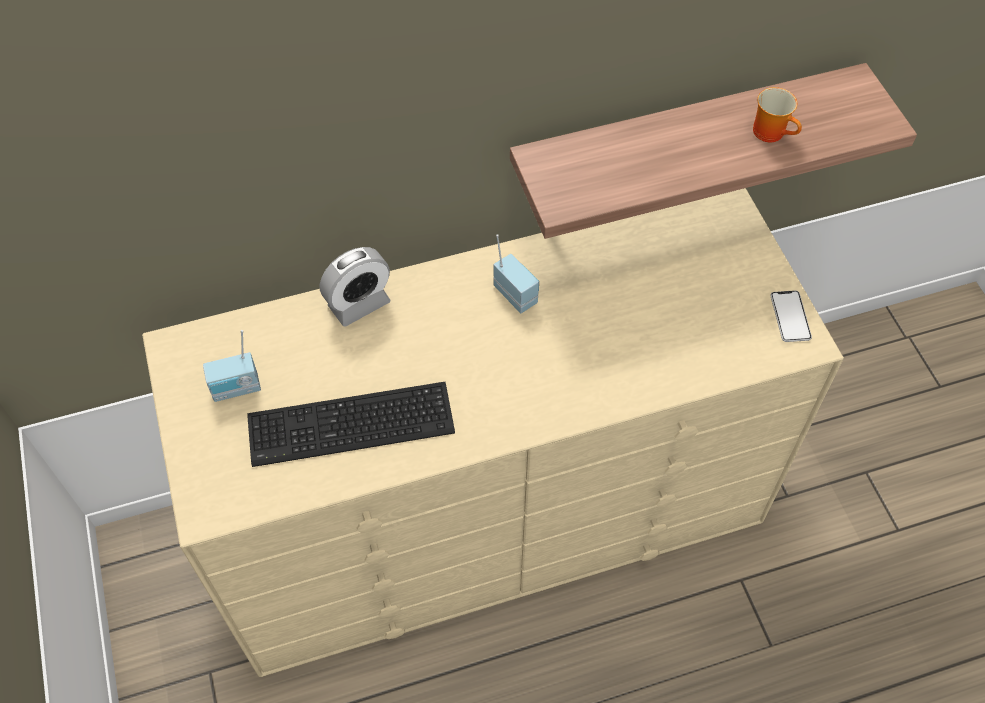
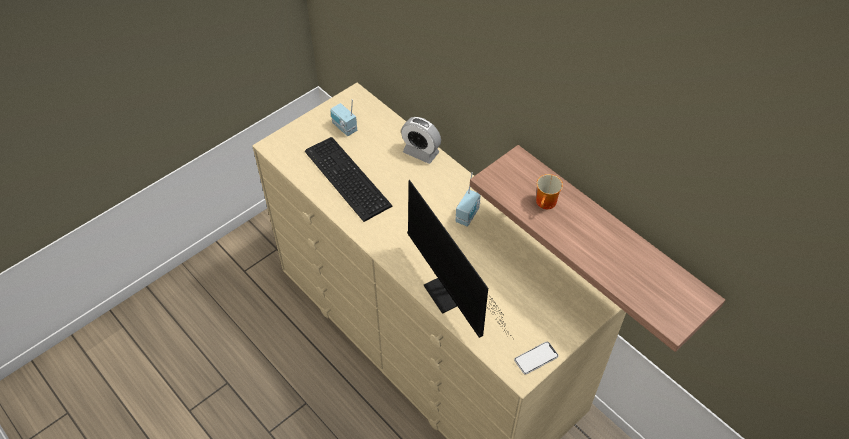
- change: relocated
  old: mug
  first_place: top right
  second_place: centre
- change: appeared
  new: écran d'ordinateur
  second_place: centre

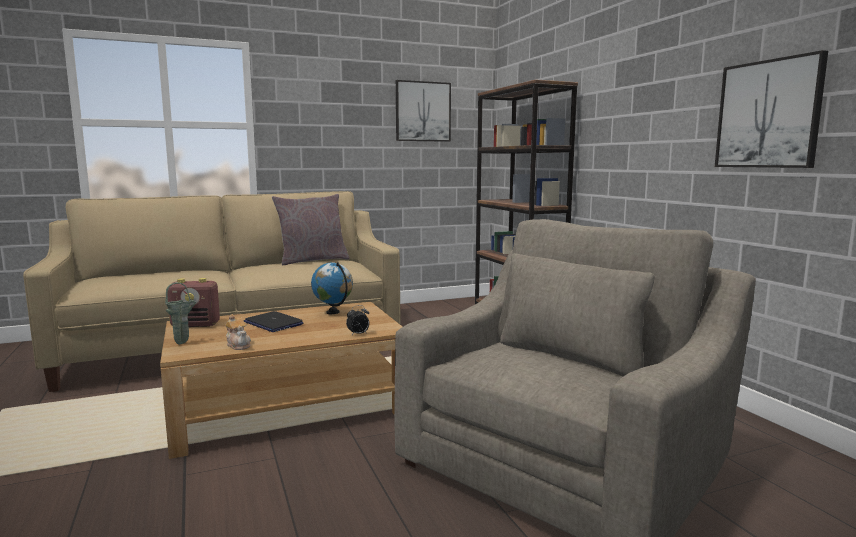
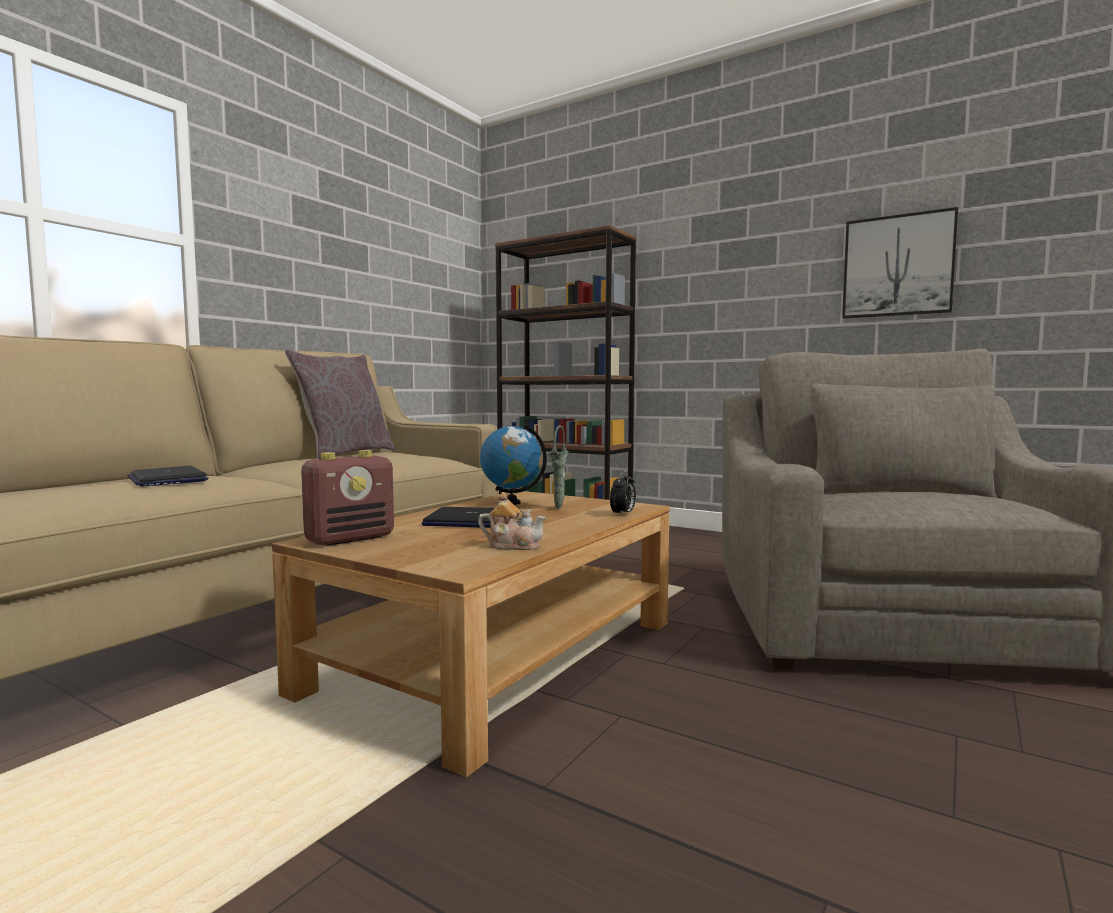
- change: relocated
  old: vase/vert
  first_place: middle left
  second_place: centre
- change: missing
  old: tableau (no. 1 from left)
  first_place: top centre
- change: appeared
  new: ordinateur portable (no. 1 from left)
  second_place: middle left

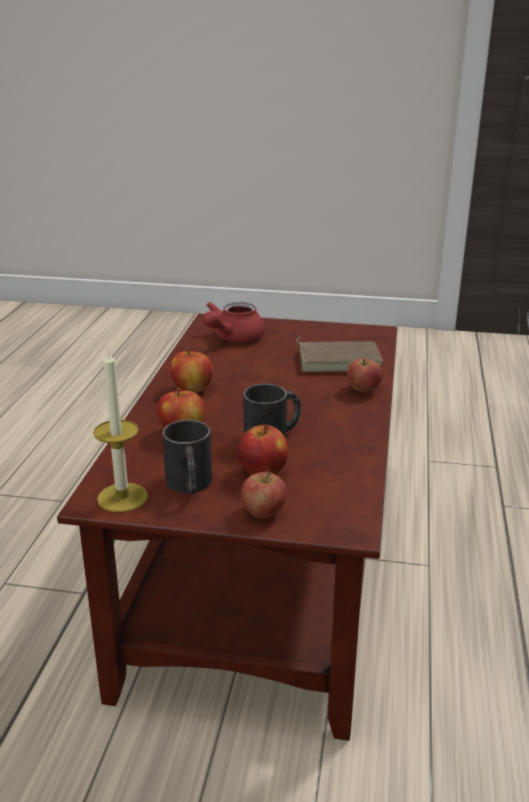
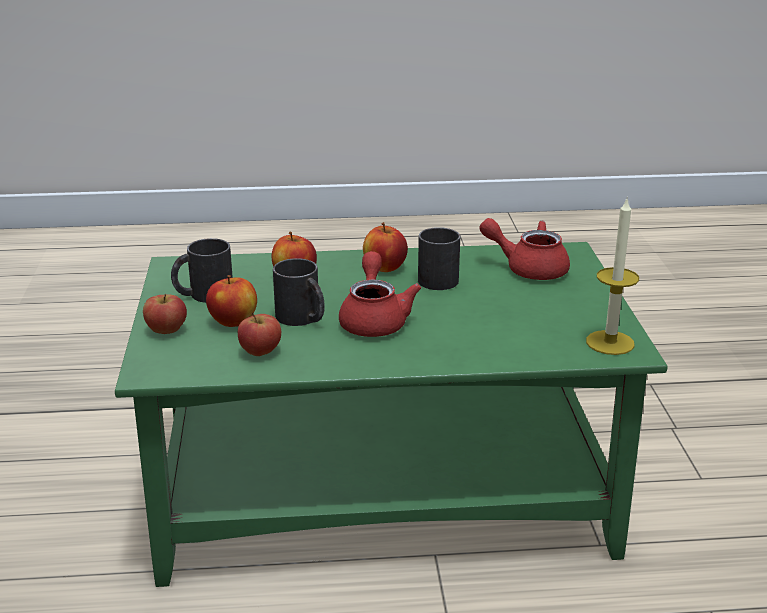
- change: colour
  old: table basse/marron
  new: table basse/vert
  first_place: centre
  second_place: bottom centre
- change: relocated
  old: bougie
  first_place: middle left
  second_place: middle right
- change: missing
  old: livre/marron
  first_place: centre
- change: relocated
  old: pomme (no. 5 from left in the first image)
  new: pomme (no. 3 from left)
  first_place: middle right
  second_place: centre
- change: appeared
  new: théière/rouge (no. 1 from left)
  second_place: centre
- change: appeared
  new: mug/noir (no. 3 from left)
  second_place: centre

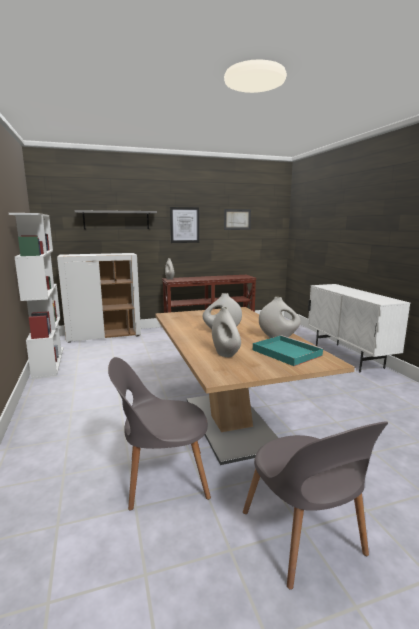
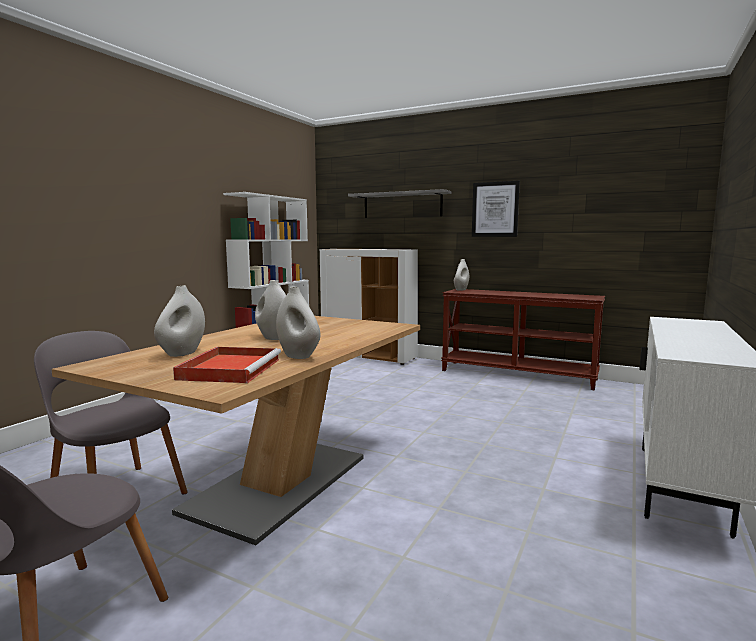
- change: missing
  old: tableau (no. 2 from left)
  first_place: centre
- change: colour
  old: plateau/turquoise
  new: plateau/rouge
  first_place: middle right
  second_place: middle left

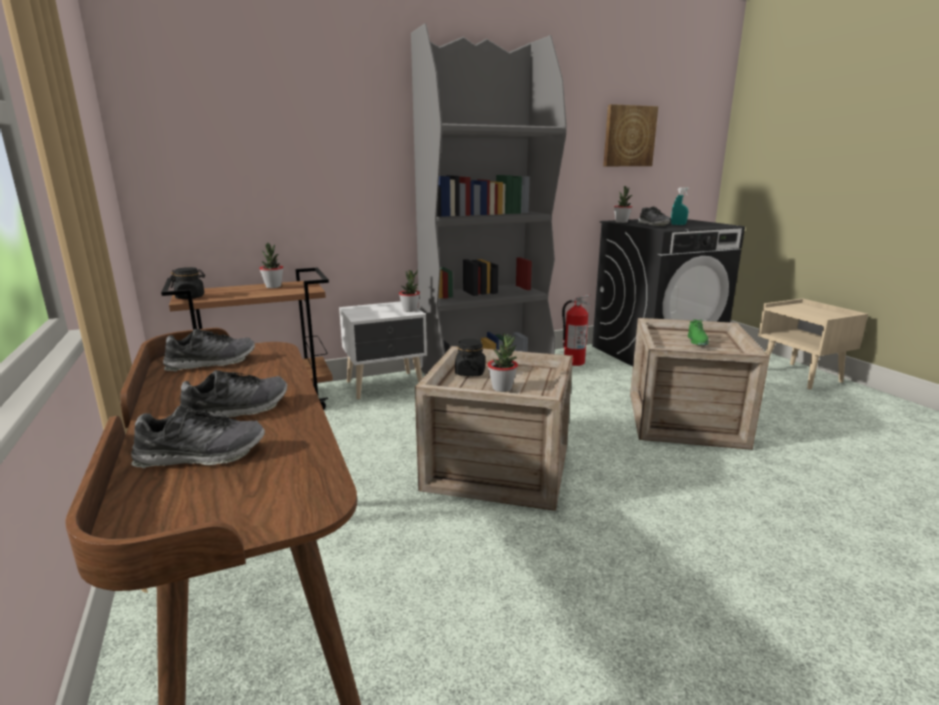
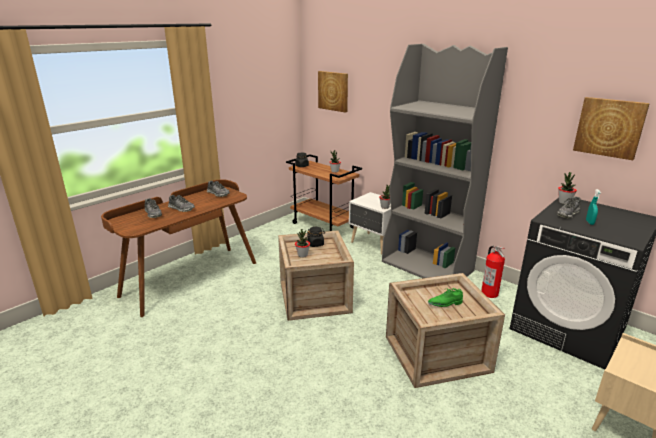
- change: appeared
  new: tableau (no. 1 from left)
  second_place: top centre

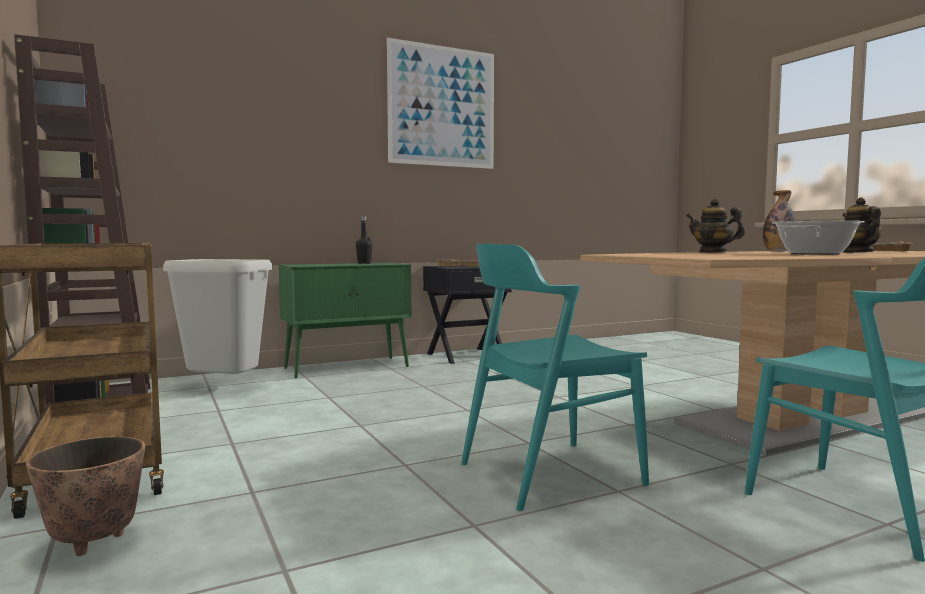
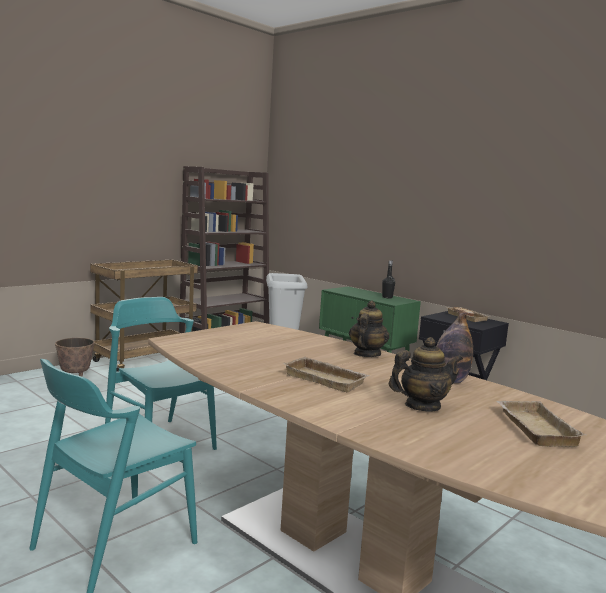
- change: missing
  old: tableau
  first_place: top centre
- change: exchanged
  old: marmite
  new: plateau/beige (no. 1 from left)
  first_place: middle right
  second_place: centre

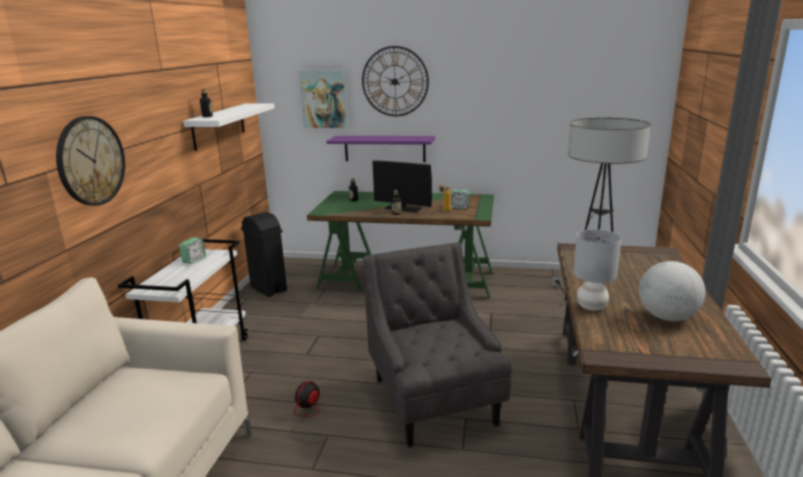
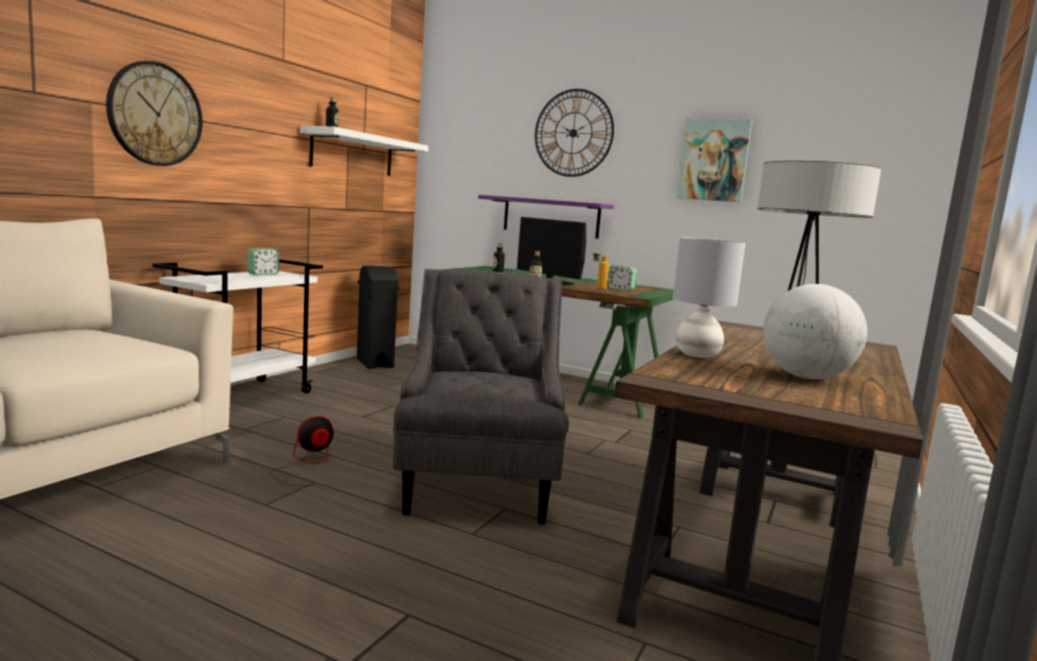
- change: relocated
  old: tableau
  first_place: top centre
  second_place: top right

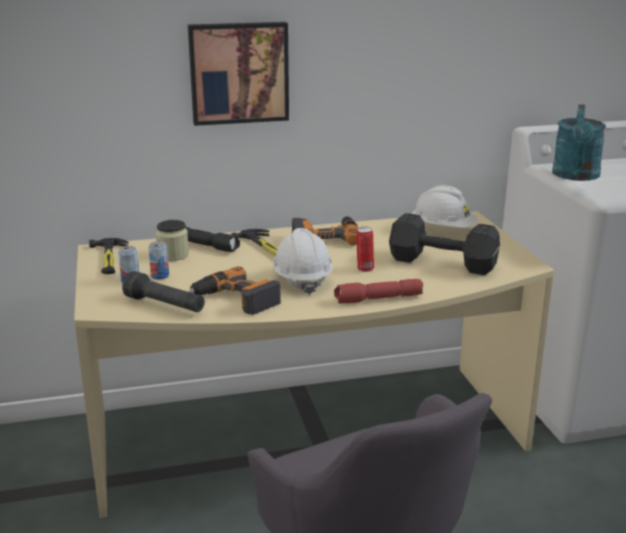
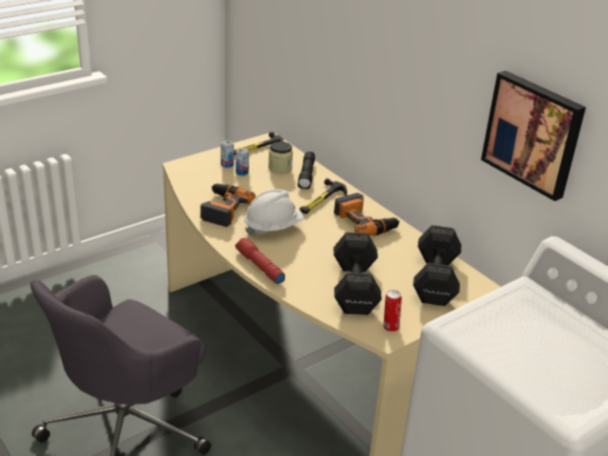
- change: missing
  old: lampe de poche/noir (no. 1 from left)
  first_place: middle left
- change: relocated
  old: tableau
  first_place: top centre
  second_place: top right
- change: relocated
  old: boîte métallique (no. 3 from left)
  first_place: centre
  second_place: bottom centre
- change: exchanged
  old: casque de chantier/blanc (no. 2 from left)
  new: haltère/noir (no. 2 from left)
  first_place: middle right
  second_place: middle right
- change: missing
  old: arrosoir/turquoise
  first_place: top right

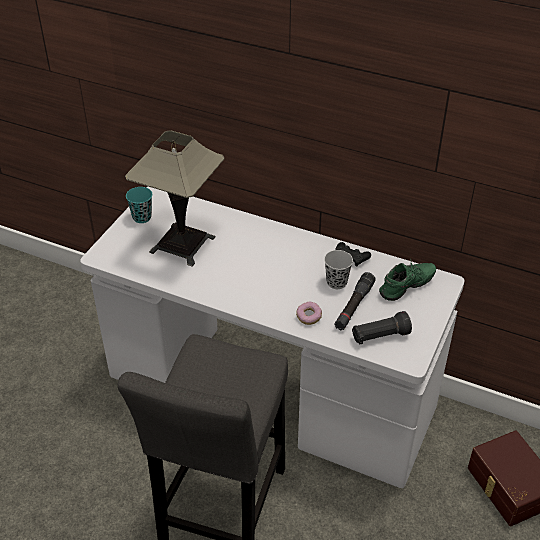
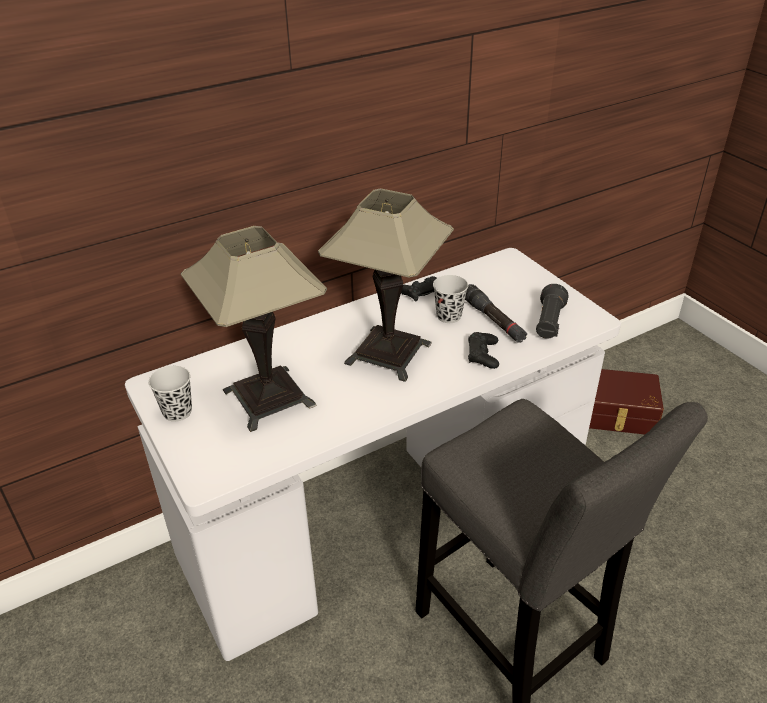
- change: colour
  old: tasse/turquoise
  new: tasse/noir (no. 1 from left)
  first_place: middle left
  second_place: middle left
- change: exchanged
  old: beignet
  new: manette/noir (no. 2 from left)
  first_place: centre
  second_place: centre
- change: missing
  old: chaussure/vert
  first_place: middle right
- change: appeared
  new: lampe de table (no. 2 from left)
  second_place: centre

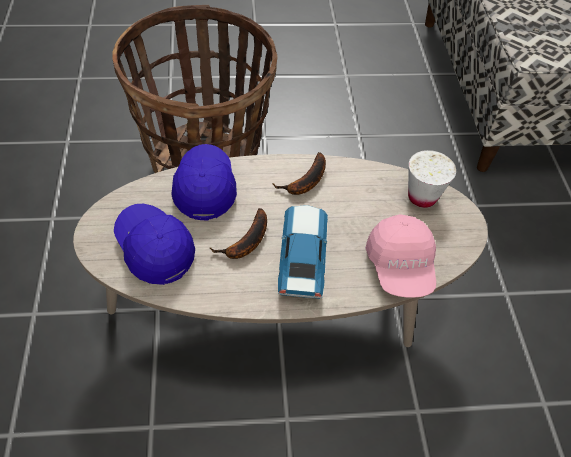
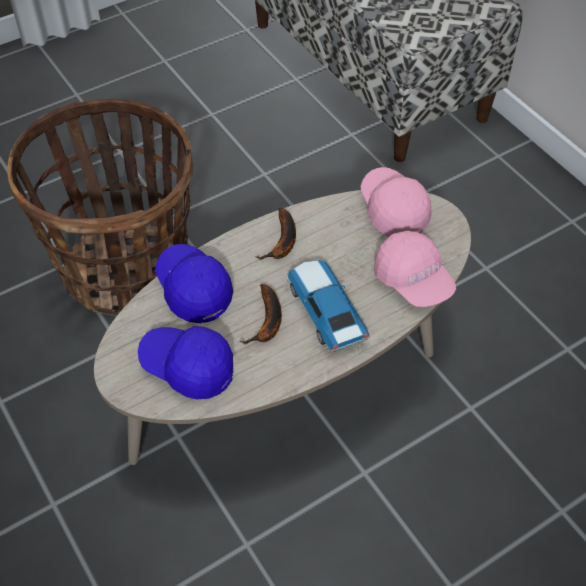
- change: exchanged
  old: tasse/blanc
  new: casquette/rose (no. 1 from left)
  first_place: middle right
  second_place: middle right

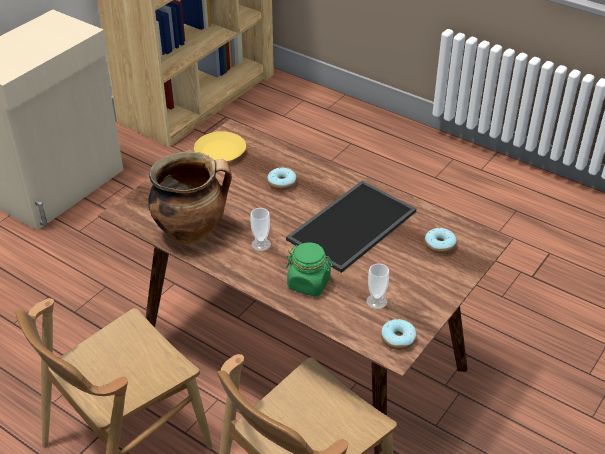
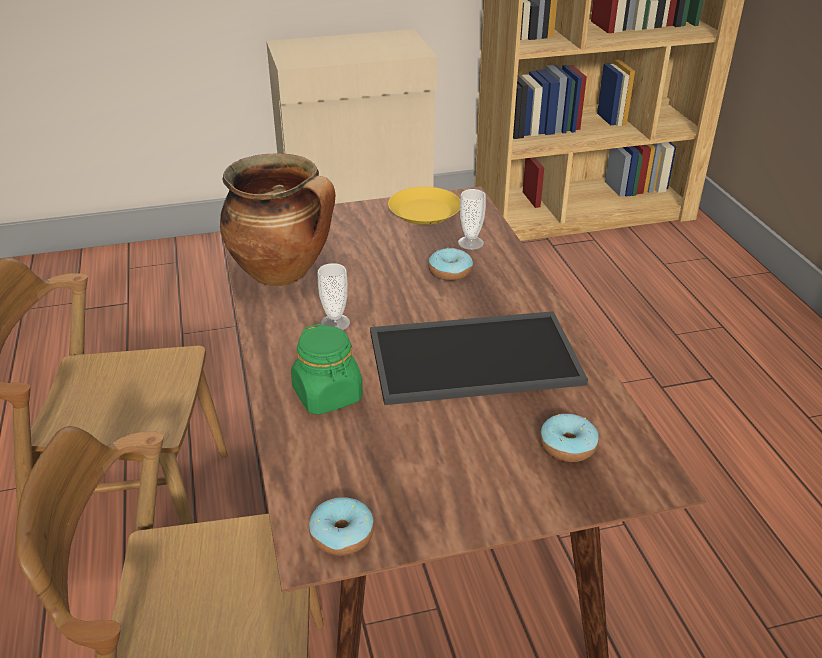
- change: relocated
  old: tasse (no. 2 from left)
  first_place: centre
  second_place: top centre

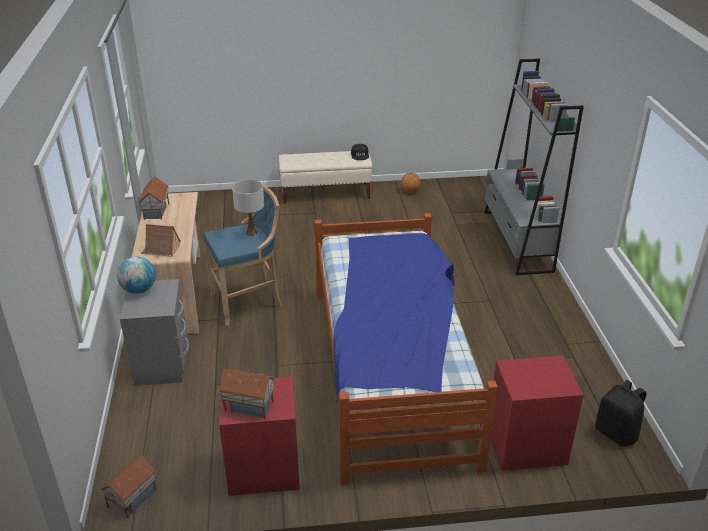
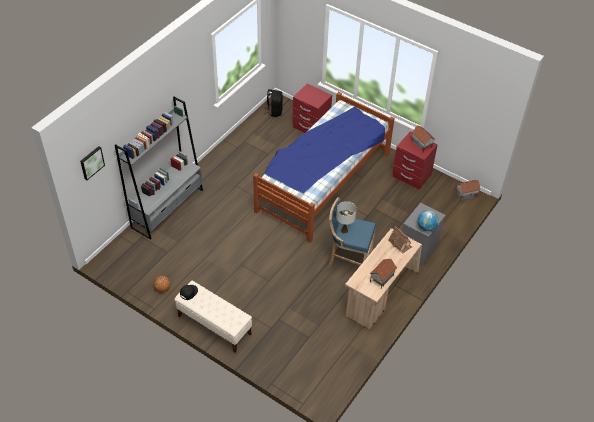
- change: appeared
  new: tableau
  second_place: middle left

